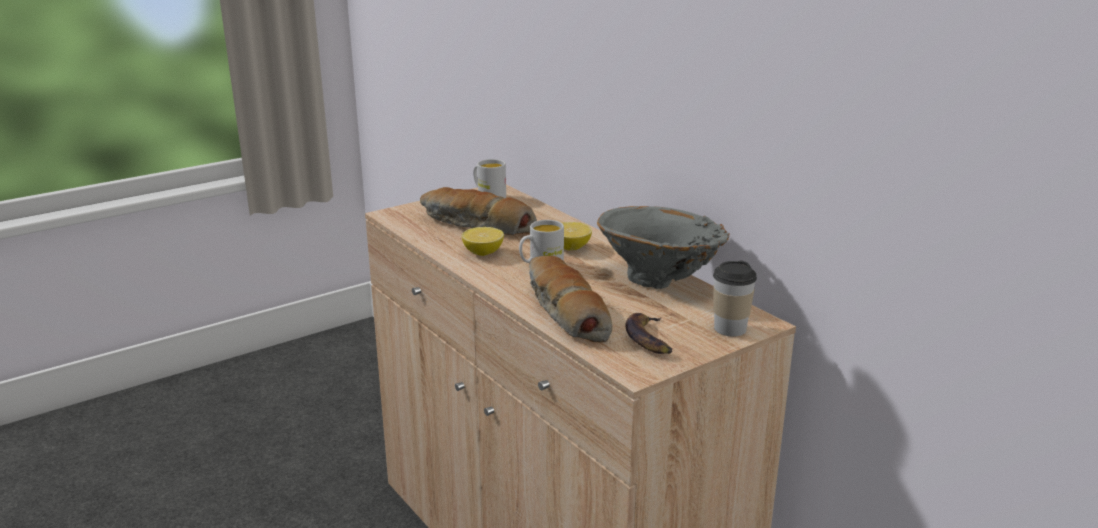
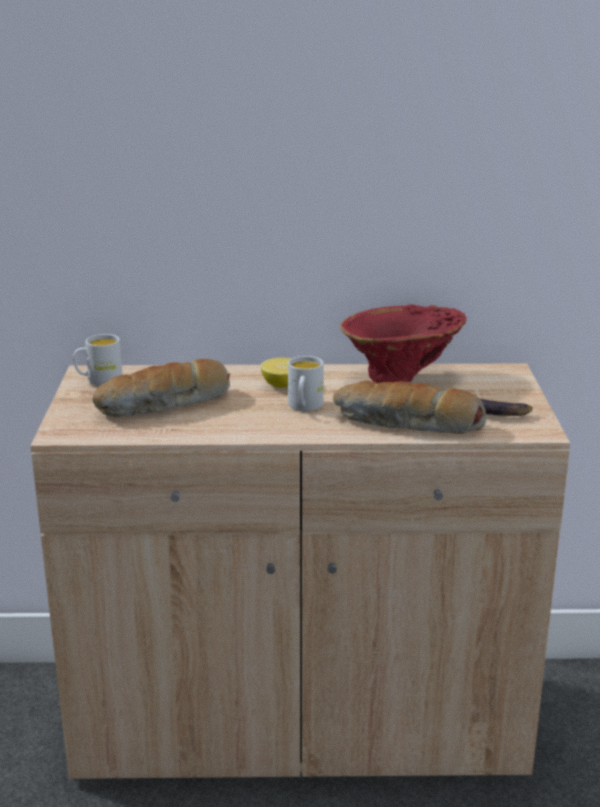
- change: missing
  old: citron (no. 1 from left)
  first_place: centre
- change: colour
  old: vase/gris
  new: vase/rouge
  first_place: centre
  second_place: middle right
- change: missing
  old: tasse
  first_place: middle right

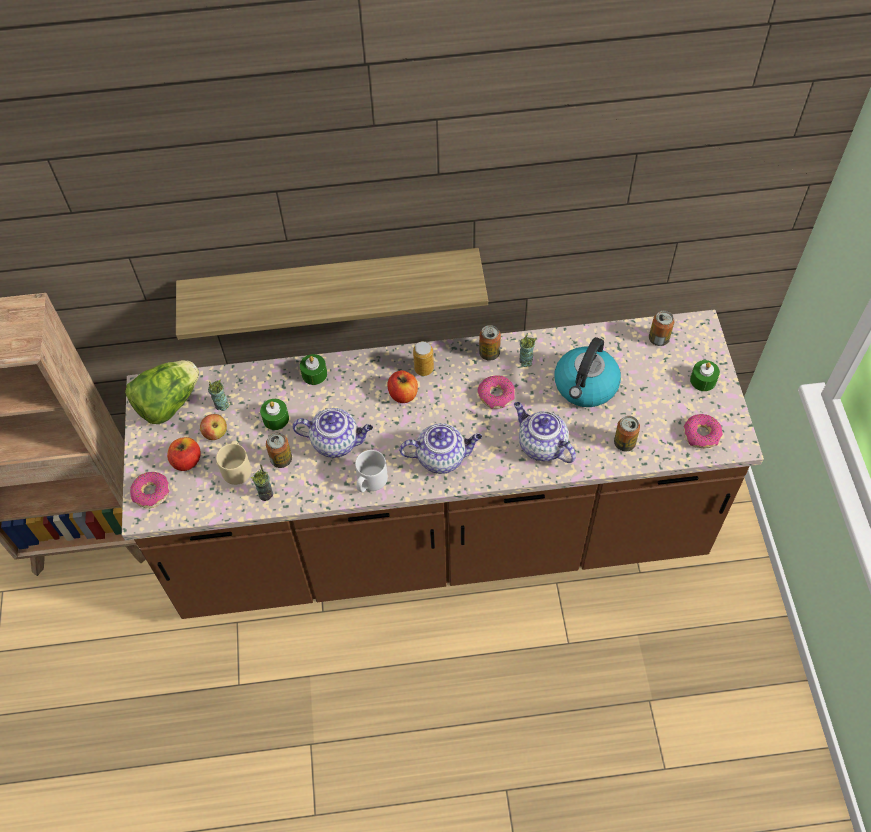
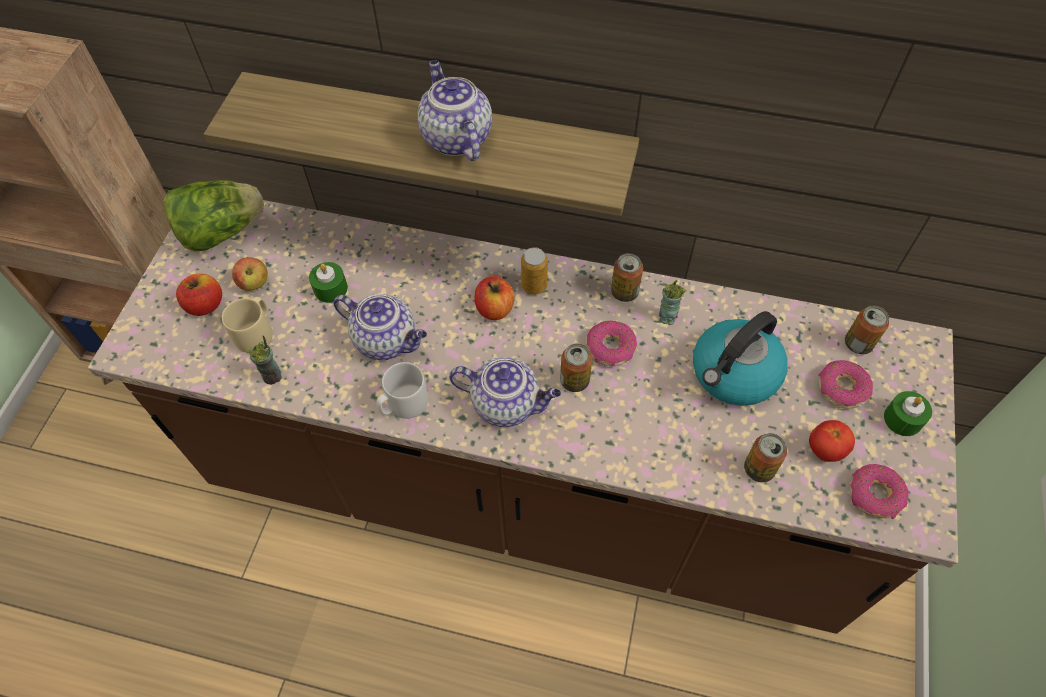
- change: relocated
  old: beignet (no. 1 from left in the first image)
  new: beignet (no. 2 from left)
  first_place: middle left
  second_place: middle right
- change: missing
  old: tasse (no. 1 from left)
  first_place: middle left
- change: relocated
  old: boîte métallique (no. 1 from left in the first image)
  new: boîte métallique (no. 2 from left)
  first_place: middle left
  second_place: centre
- change: missing
  old: bougie/vert (no. 2 from left)
  first_place: centre
- change: relocated
  old: théière (no. 3 from left in the first image)
  new: théière (no. 2 from left)
  first_place: centre
  second_place: top centre
- change: appeared
  new: tomate
  second_place: middle right

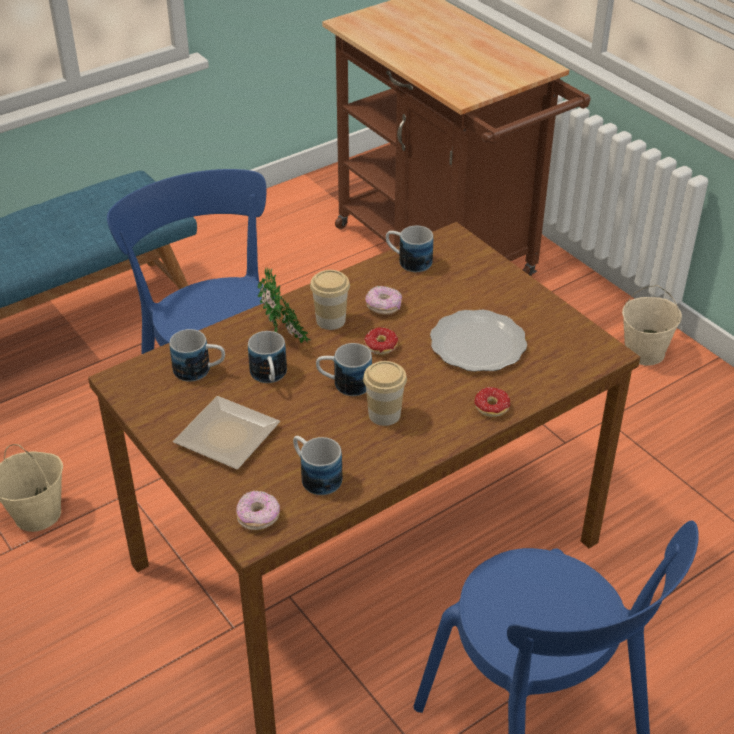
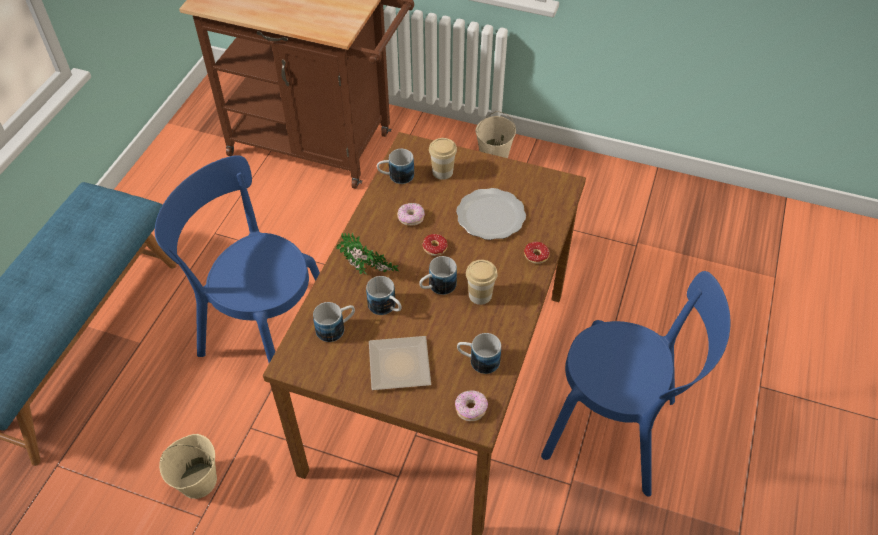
- change: relocated
  old: tasse (no. 1 from left)
  first_place: centre
  second_place: top centre

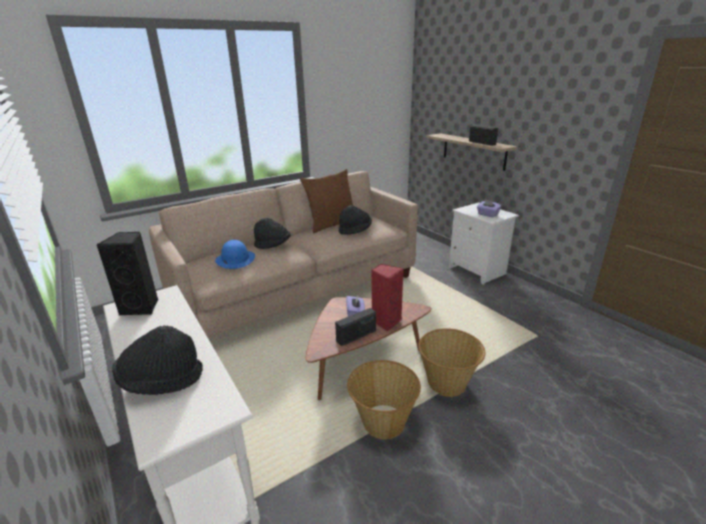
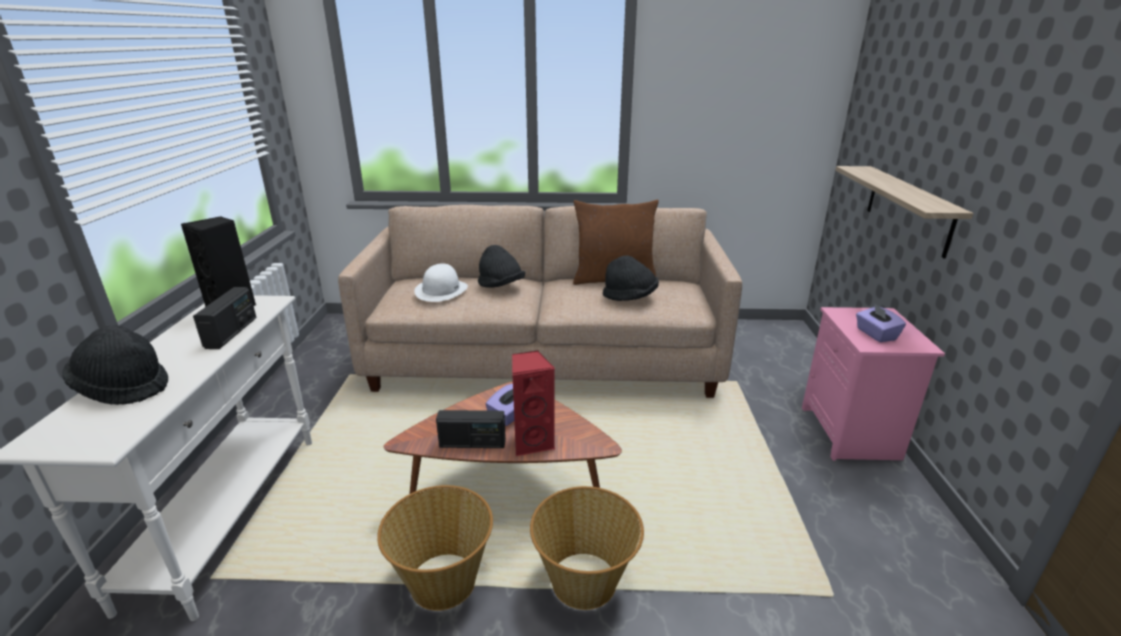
- change: colour
  old: chapeau/bleu
  new: chapeau/blanc
  first_place: middle left
  second_place: centre
- change: colour
  old: table de chevet/blanc
  new: table de chevet/rose
  first_place: middle right
  second_place: middle right
- change: relocated
  old: radio (no. 2 from left in the first image)
  new: radio (no. 1 from left)
  first_place: top right
  second_place: middle left

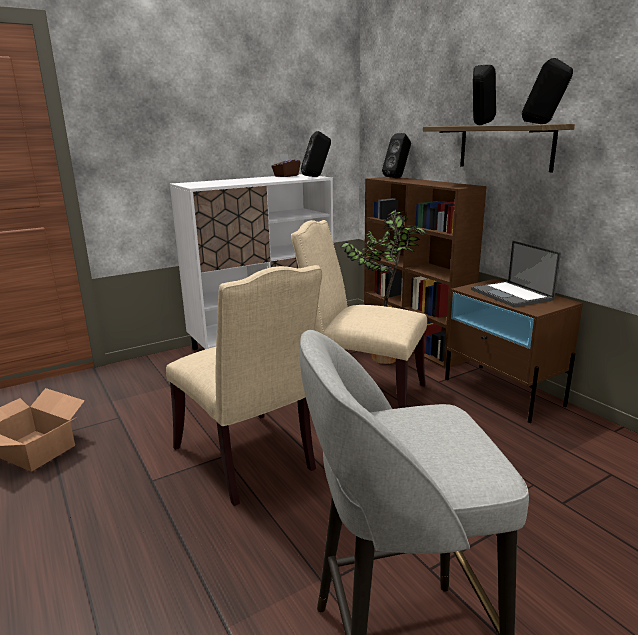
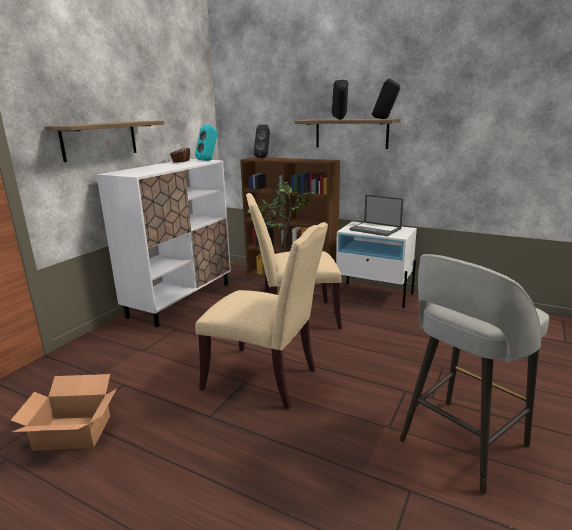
- change: colour
  old: enceinte/noir (no. 1 from left)
  new: enceinte/turquoise
  first_place: top centre
  second_place: top centre
- change: colour
  old: table de chevet/marron
  new: table de chevet/blanc
  first_place: middle right
  second_place: centre
- change: appeared
  new: étagère (no. 1 from left)
  second_place: top left

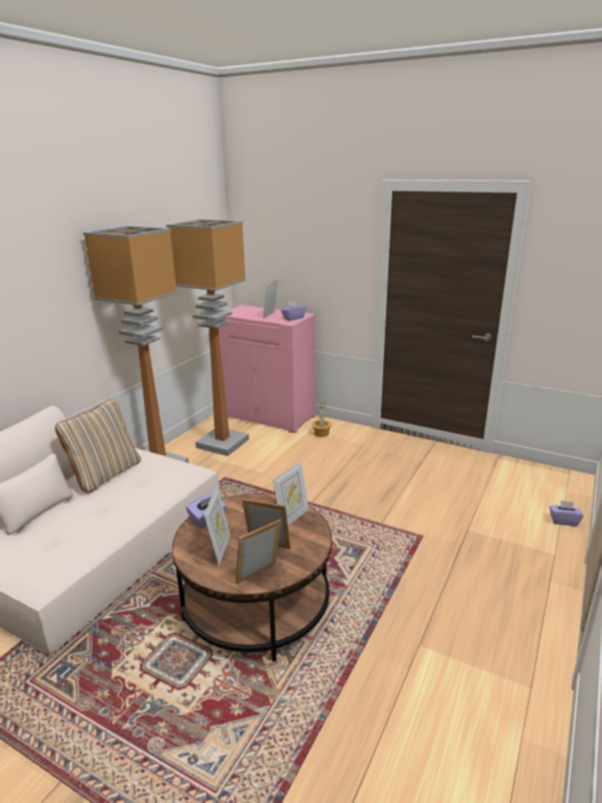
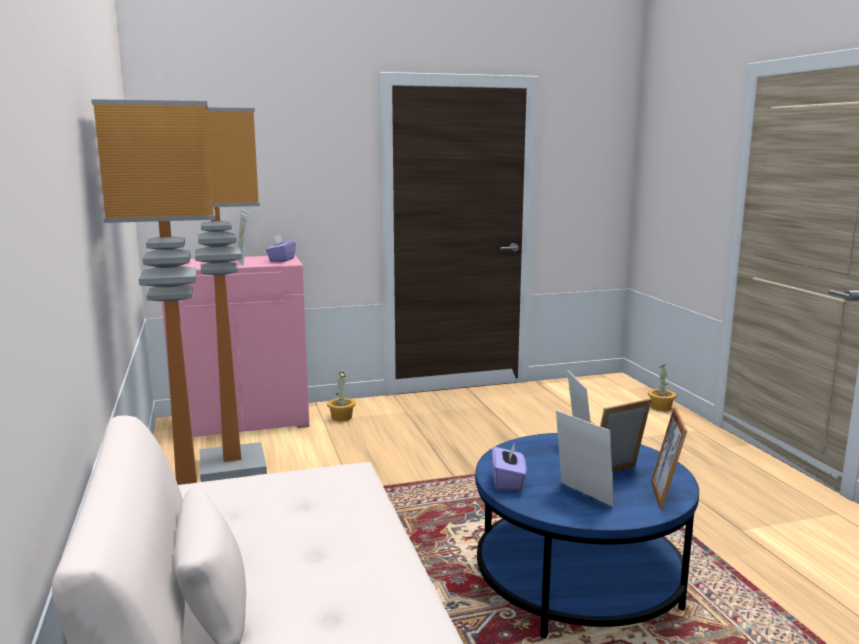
- change: missing
  old: coussin/beige
  first_place: middle left
- change: colour
  old: table basse/marron
  new: table basse/bleu
  first_place: bottom centre
  second_place: bottom right
- change: exchanged
  old: boîte à mouchoirs/violet (no. 3 from left)
  new: plante en pot (no. 2 from left)
  first_place: middle right
  second_place: middle right

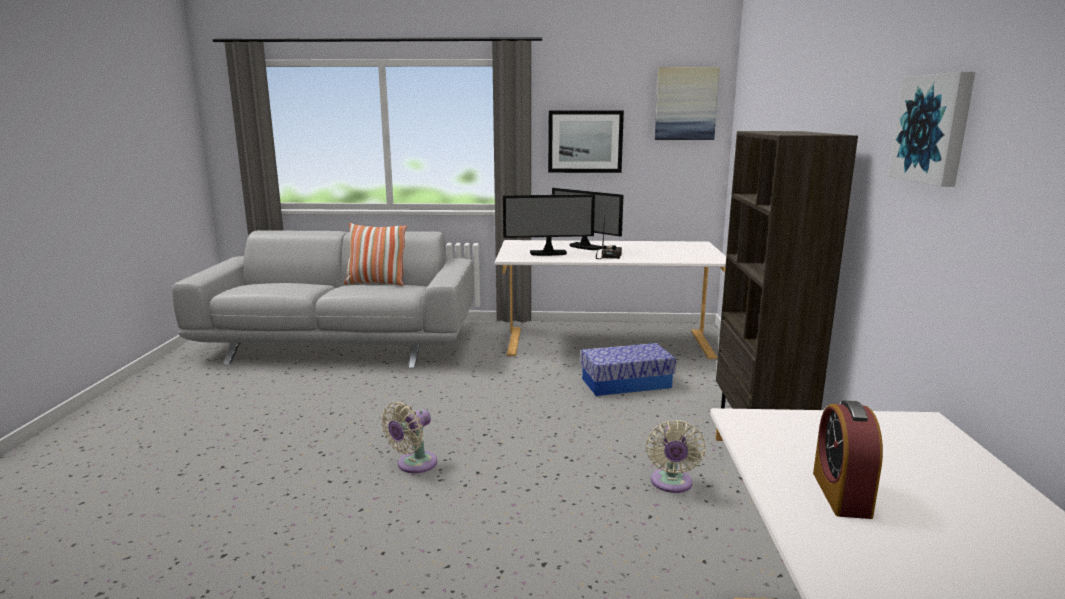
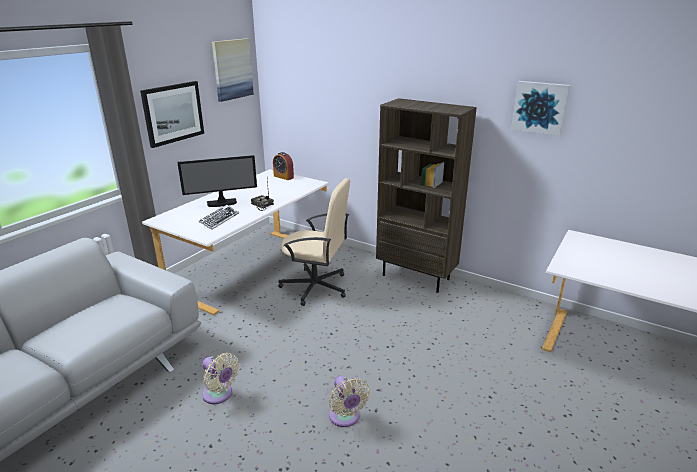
- change: missing
  old: coussin
  first_place: centre
- change: exchanged
  old: écran d'ordinateur (no. 1 from left)
  new: clavier
  first_place: centre
  second_place: middle left
- change: exchanged
  old: boîte de rangement
  new: chaise de bureau/beige
  first_place: centre
  second_place: centre
- change: relocated
  old: ventilateur/beige (no. 2 from left in the first image)
  new: ventilateur/beige (no. 1 from left)
  first_place: bottom centre
  second_place: bottom left
- change: relocated
  old: réveil
  first_place: bottom right
  second_place: centre

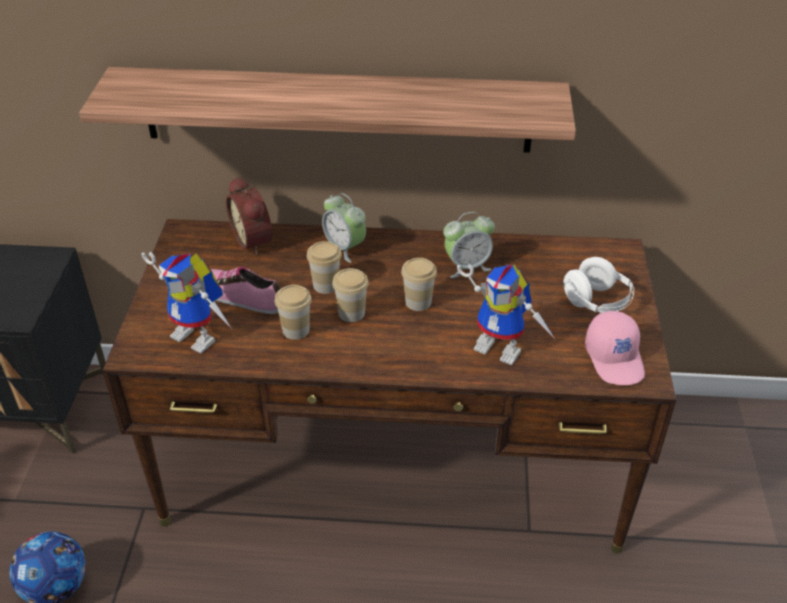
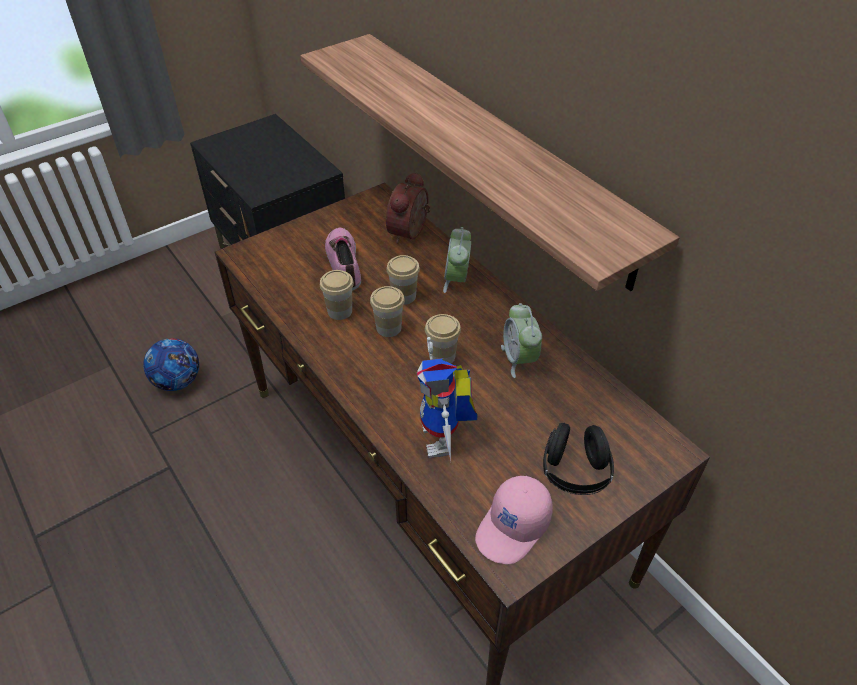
- change: missing
  old: robot jouet (no. 1 from left)
  first_place: middle left
- change: spun
  old: réveil (no. 3 from left)
  first_place: centre
  second_place: centre
  degrees: 45
- change: colour
  old: casque audio/blanc
  new: casque audio/noir
  first_place: middle right
  second_place: bottom right

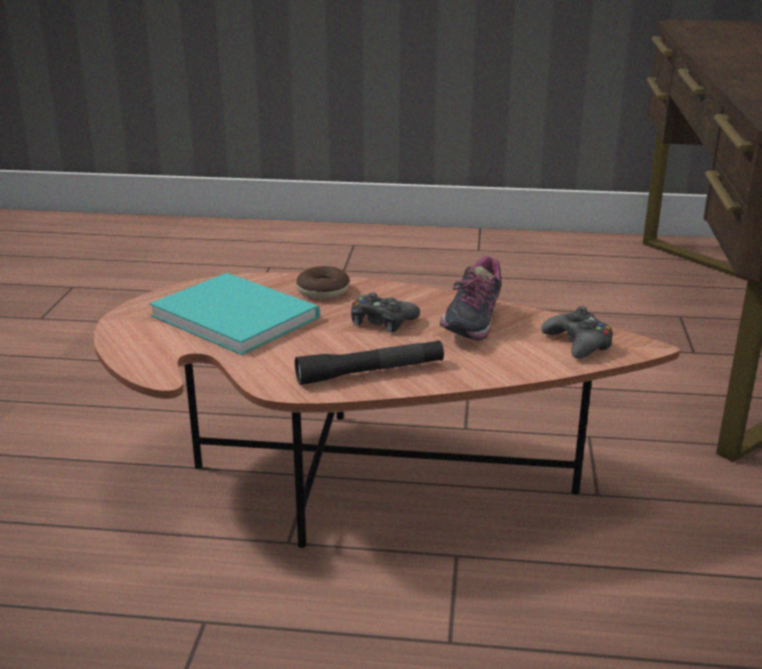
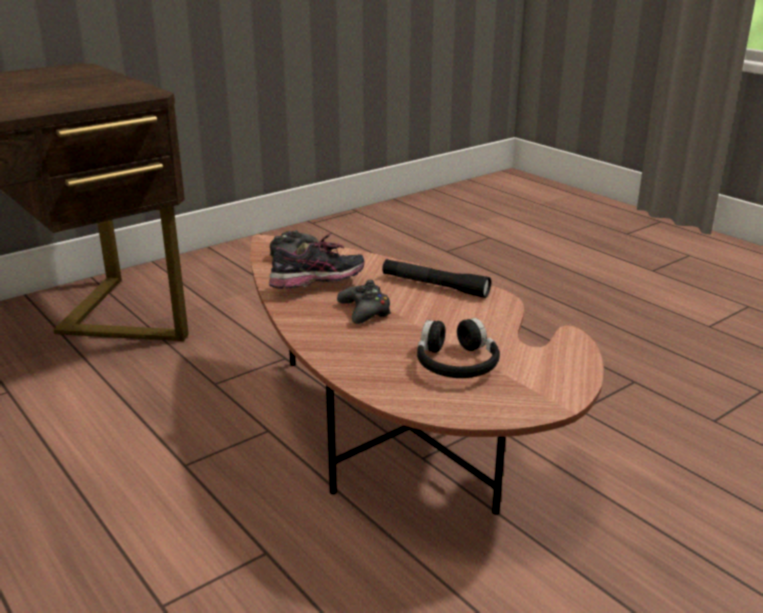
- change: exchanged
  old: livre/turquoise
  new: casque audio/noir
  first_place: middle left
  second_place: centre
- change: missing
  old: beignet
  first_place: centre

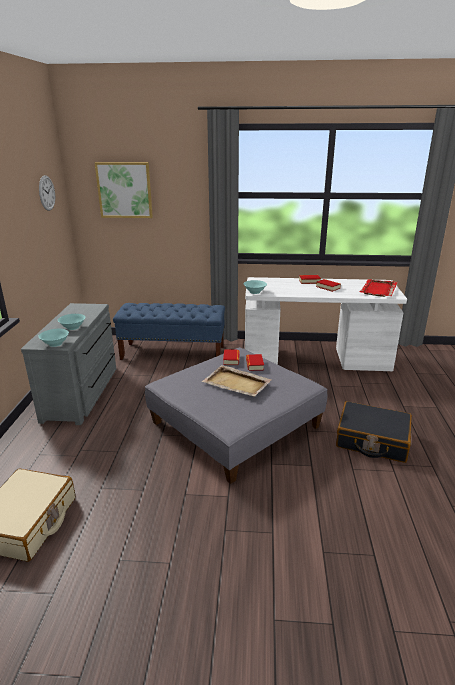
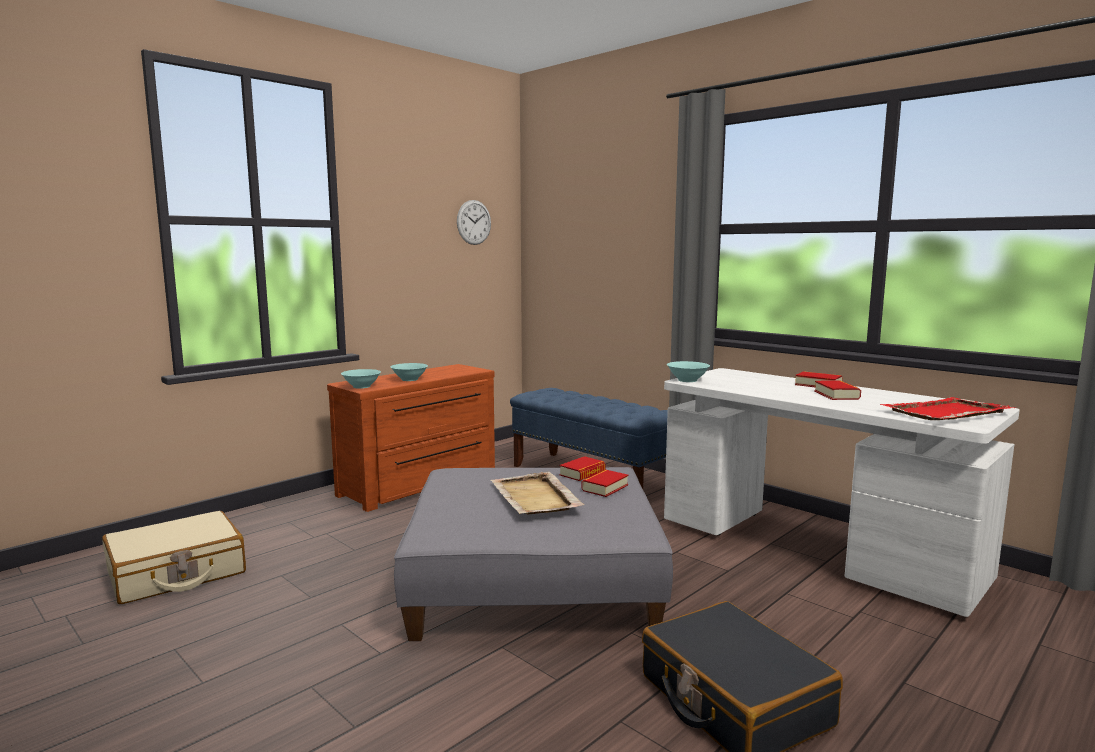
- change: colour
  old: commode/gris
  new: commode/marron
  first_place: middle left
  second_place: centre
- change: missing
  old: tableau
  first_place: top left

